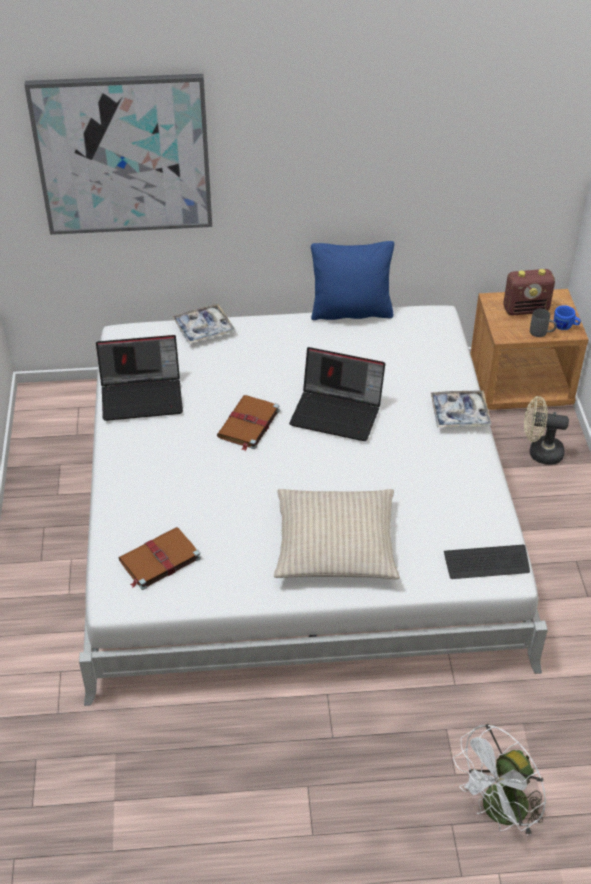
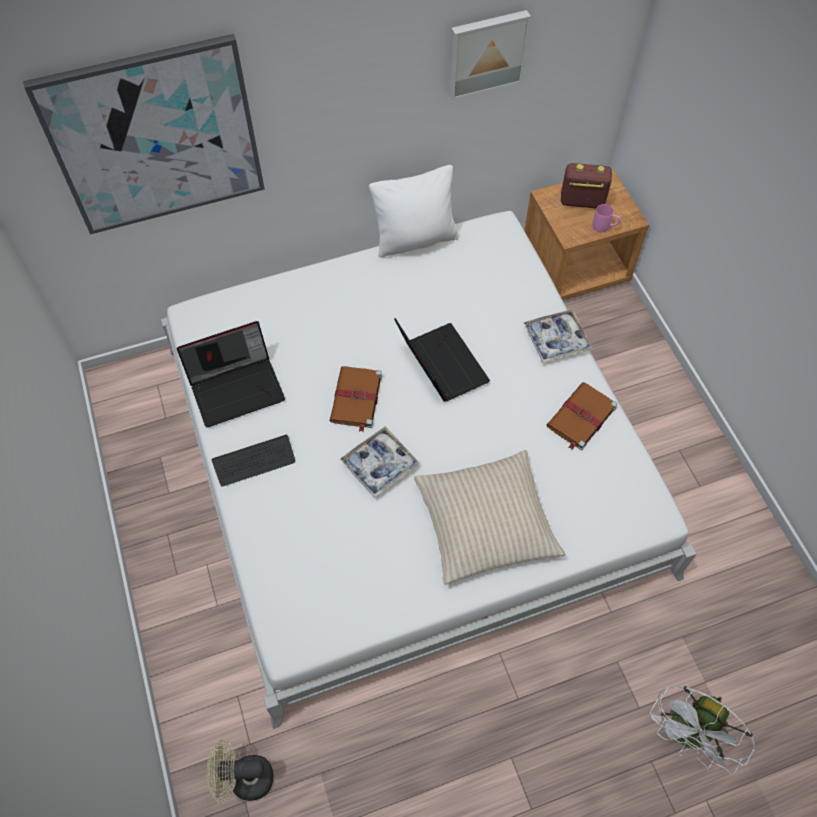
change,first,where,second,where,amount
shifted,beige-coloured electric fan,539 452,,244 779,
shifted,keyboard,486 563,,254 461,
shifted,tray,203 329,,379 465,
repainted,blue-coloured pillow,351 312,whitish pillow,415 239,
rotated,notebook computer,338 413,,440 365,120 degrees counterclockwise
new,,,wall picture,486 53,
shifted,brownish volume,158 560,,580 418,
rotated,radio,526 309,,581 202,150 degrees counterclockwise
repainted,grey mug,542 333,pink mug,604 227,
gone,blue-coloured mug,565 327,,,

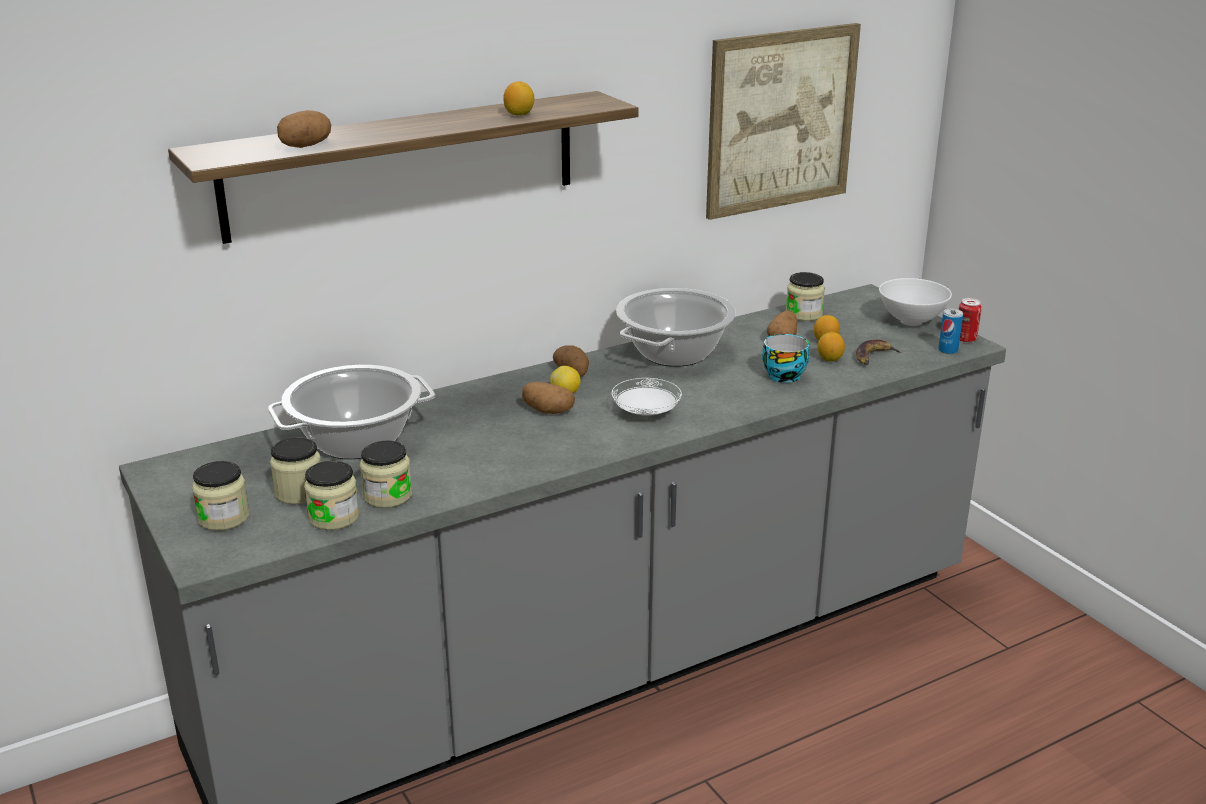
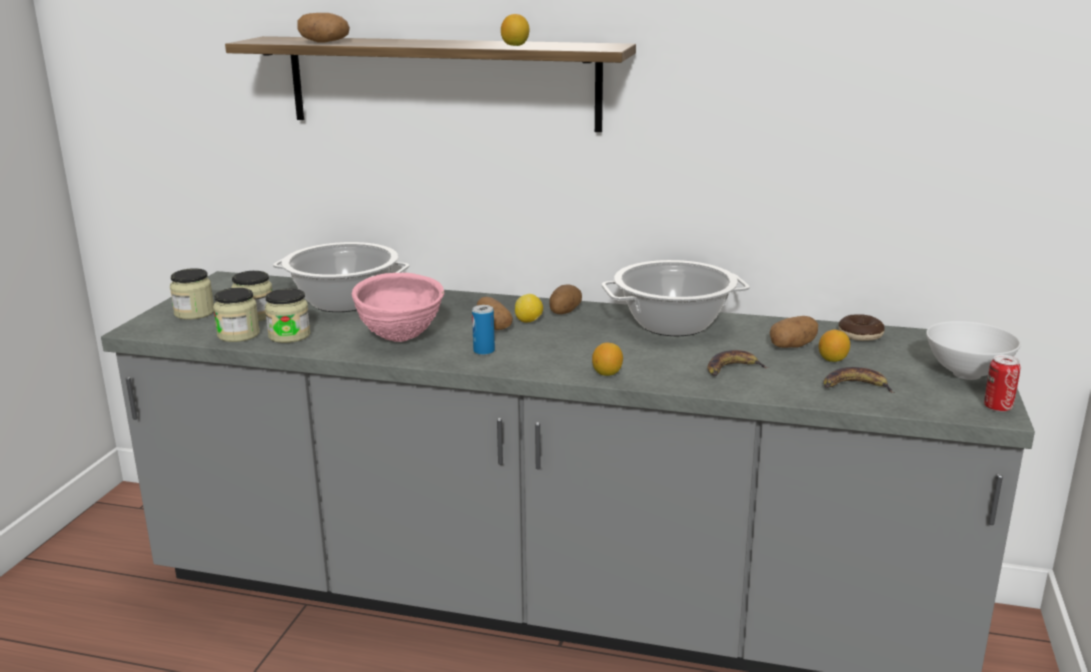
change,first,where,second,where,amount
new,,,pink deep dish,400 339,
shifted,sealed can,948 350,,484 351,
shifted,citrus fruit,829 359,,607 373,
swapped,drinking cup,784 375,banana,732 369,
swapped,preserve jar,803 314,doughnut,860 335,
gone,whitish flat dish,646 414,,,
gone,wall picture,781 120,,,

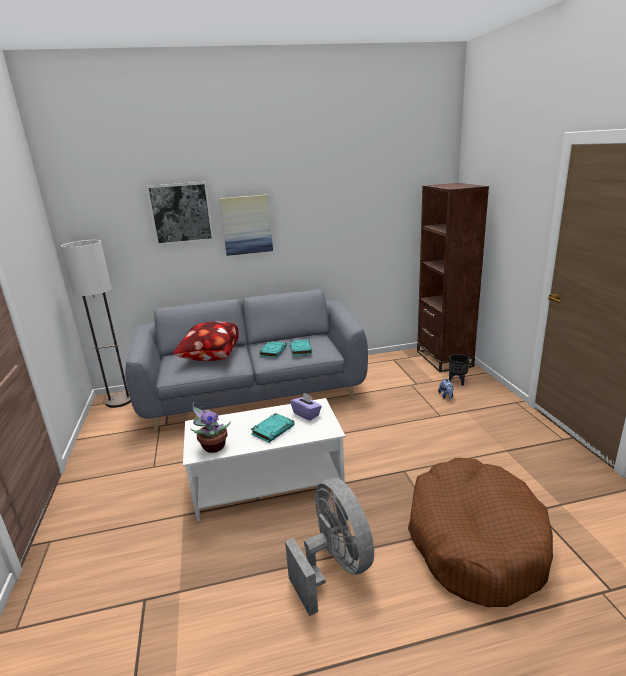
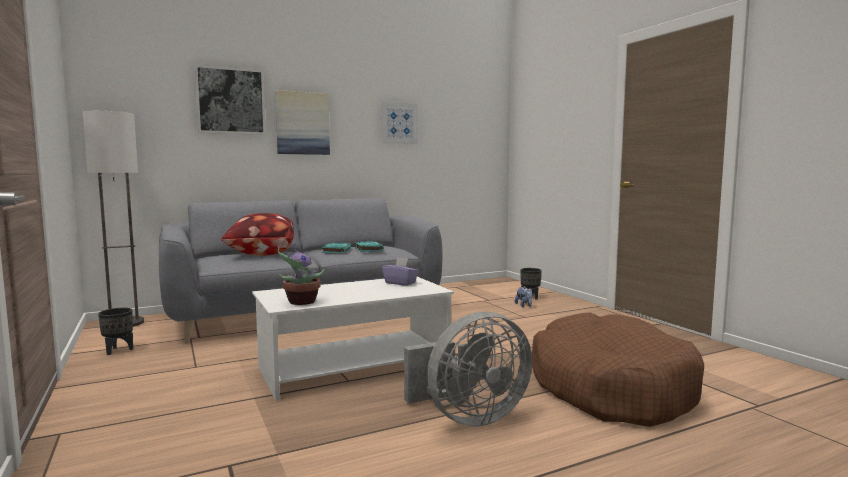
change,first,where,second,where,amount
new,,,blackish planter,118 350,
new,,,wall picture,399 123,
rotated,grey electric fan,335 566,,468 417,105 degrees clockwise
gone,blue-green volume,273 430,,,
gone,brownish bookcase,444 359,,,

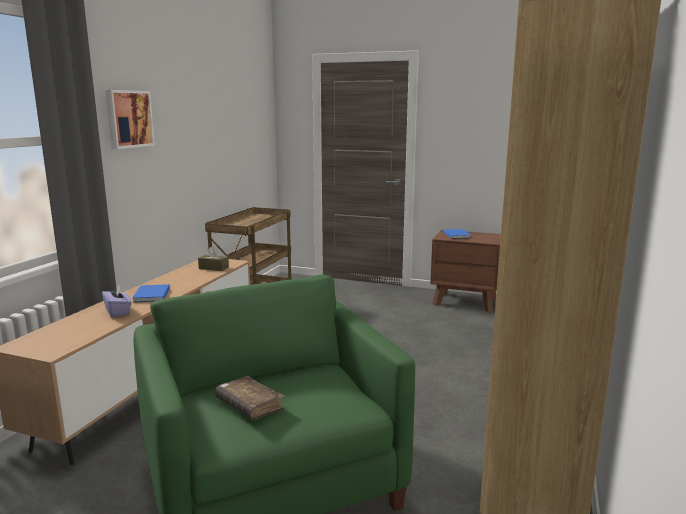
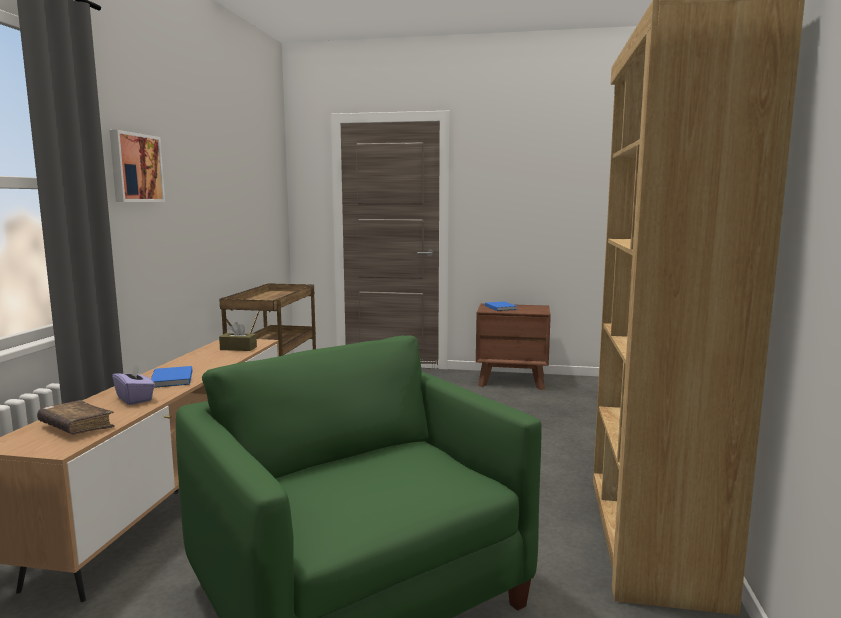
change,first,where,second,where,amount
shifted,brownish volume,249 406,,76 427,

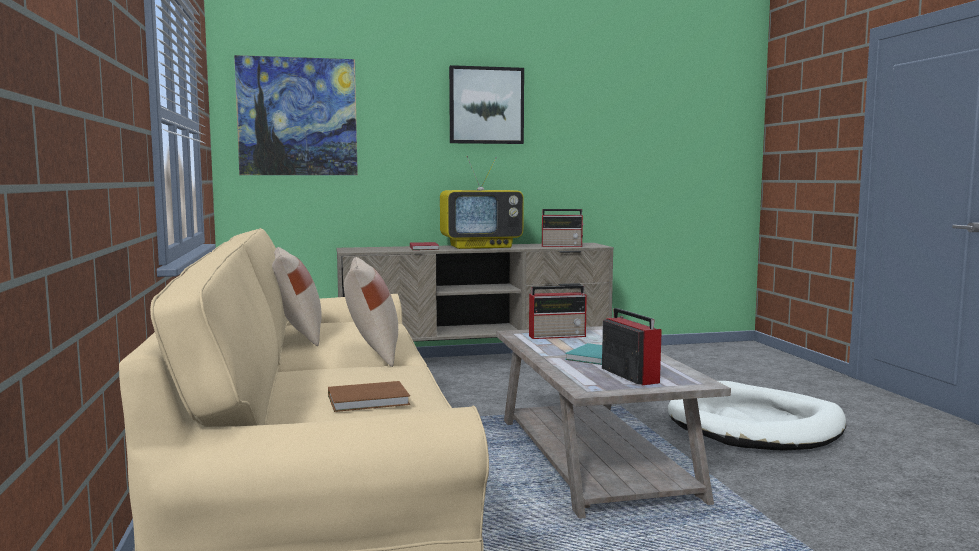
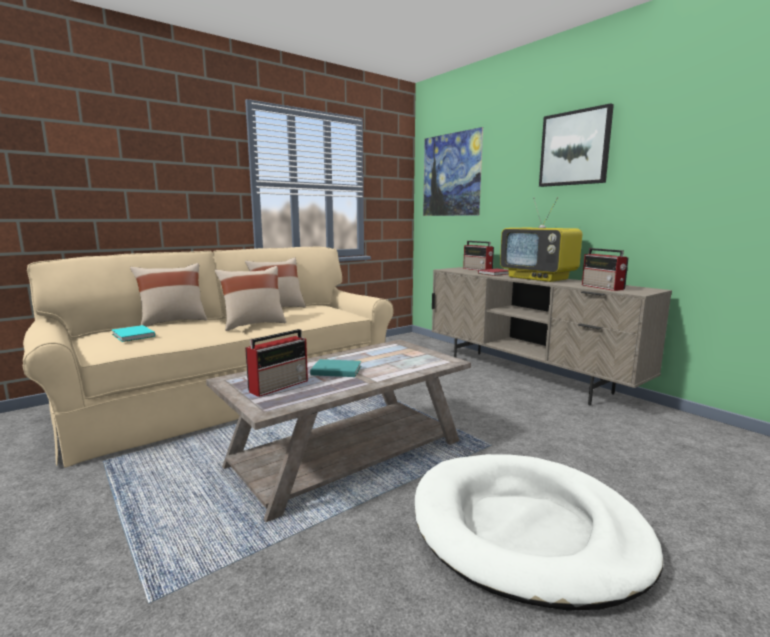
change,first,where,second,where,amount
repainted,brownish volume,370 400,blue-green volume,133 336,
new,,,beige-coloured pillow,173 322,
shifted,radio,558 336,,478 269,

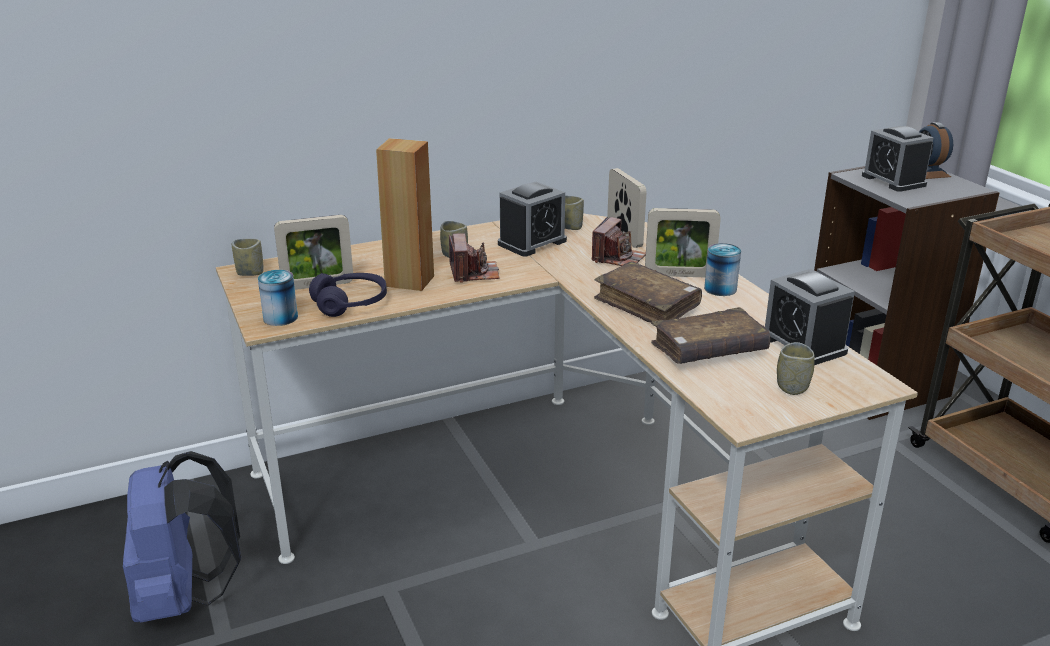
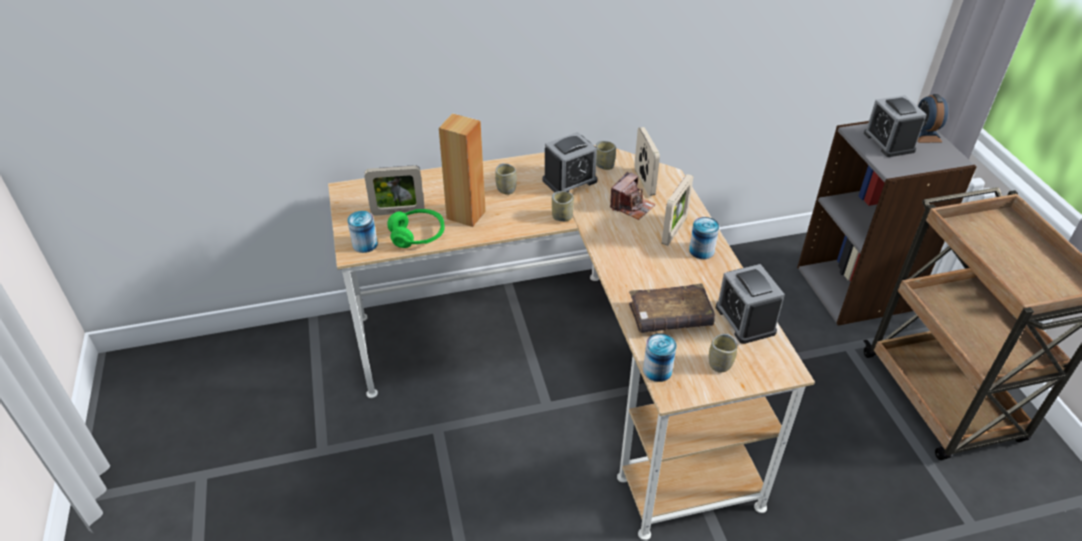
change,first,where,second,where,amount
repainted,purplish pair of headphones,350 304,green-coloured pair of headphones,417 235,
shifted,drinking cup,250 273,,562 217,
new,,,sealed can,657 370,
rotated,standing frame,679 275,,674 231,75 degrees counterclockwise
gone,blue-coloured knapsack,184 597,,,
gone,photo camera,474 273,,,
gone,brownish volume,647 305,,,

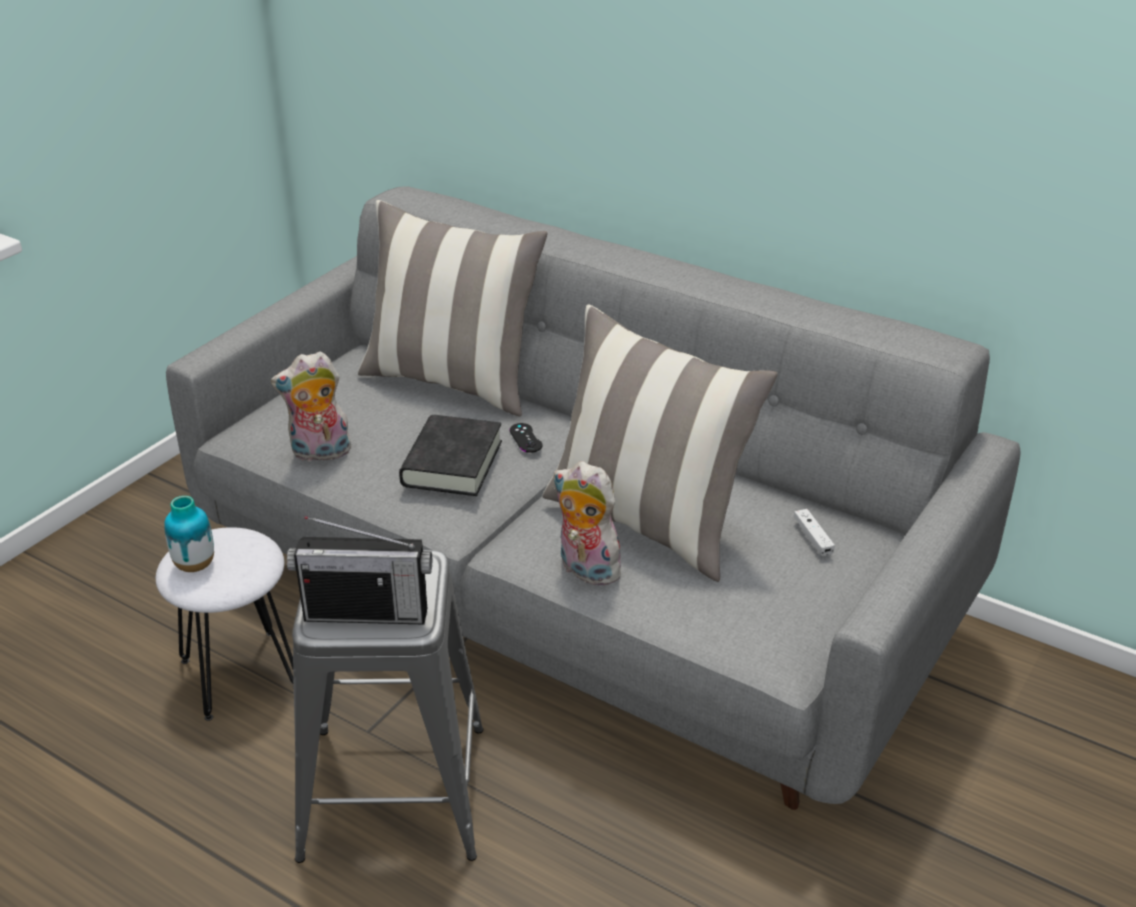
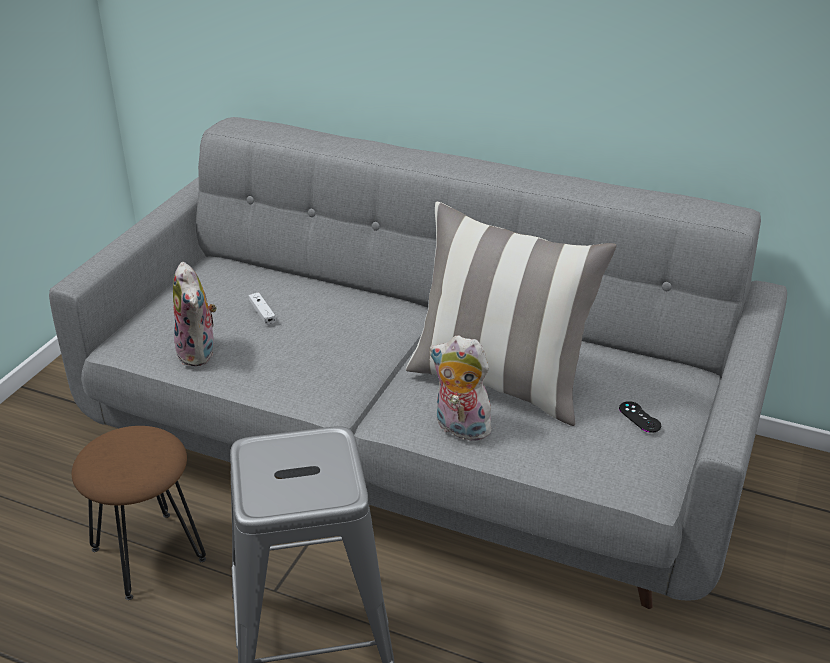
change,first,where,second,where,amount
repainted,whitish stool,242 673,brownish stool,149 553,
rotated,soft toy,319 453,,199 353,90 degrees counterclockwise
shifted,whitish gamepad,813 538,,262 313,
shifted,blackish gamepad,525 438,,639 417,
gone,flower vase,195 565,,,
gone,radio,366 613,,,
gone,pillow,452 382,,,
gone,blackish volume,452 463,,,

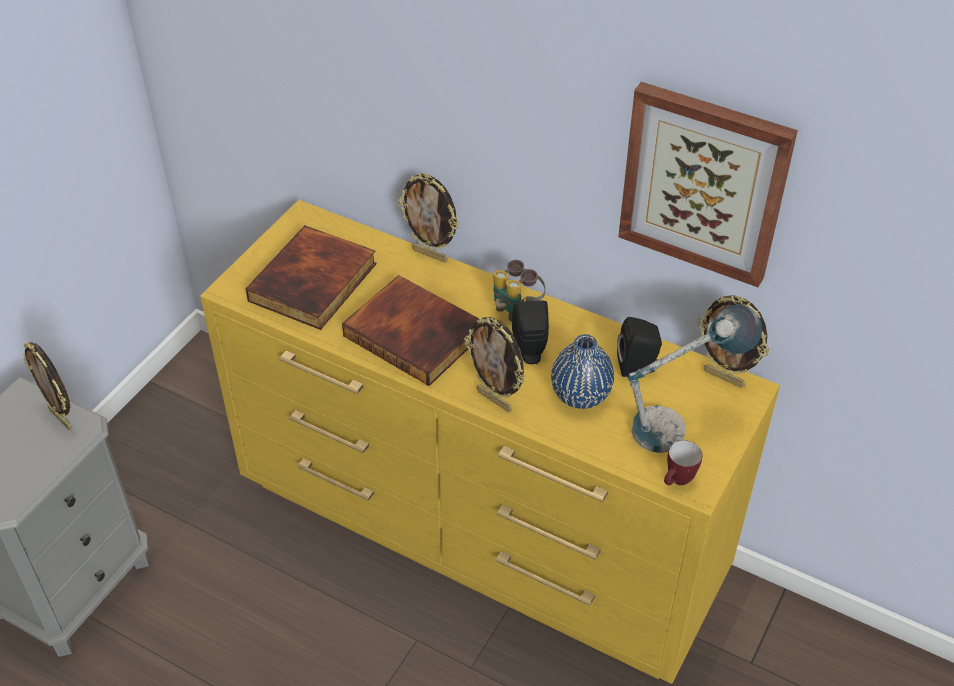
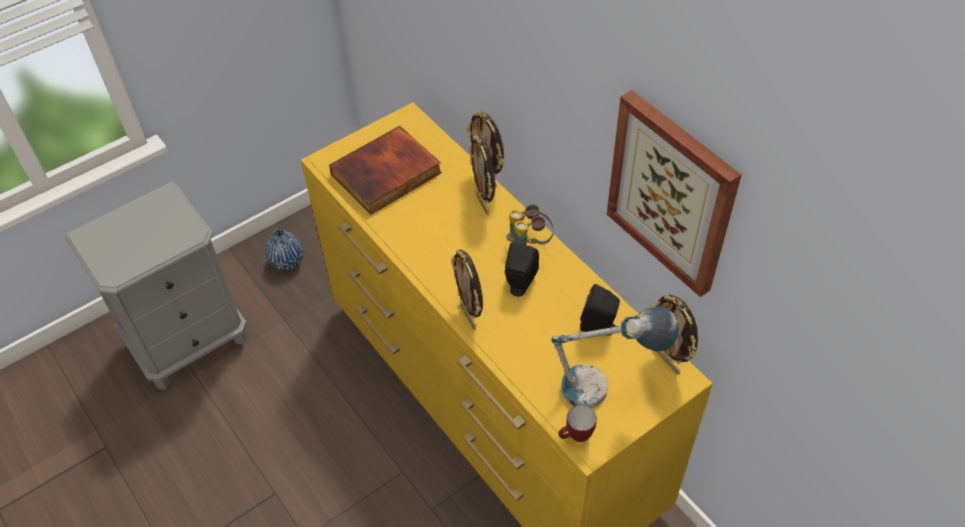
change,first,where,second,where,amount
shifted,blue-coloured flower vase,580 395,,287 261,
shifted,standing frame,62 419,,483 203,
gone,volume,416 334,,,

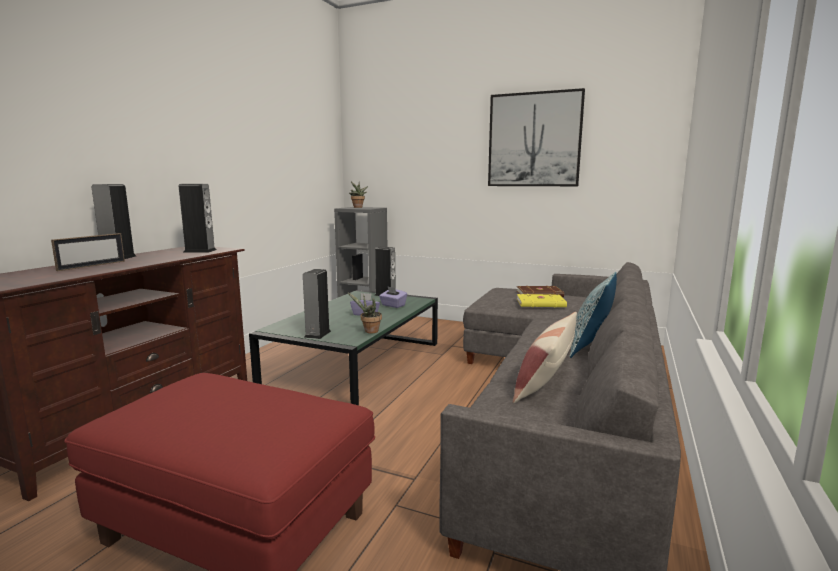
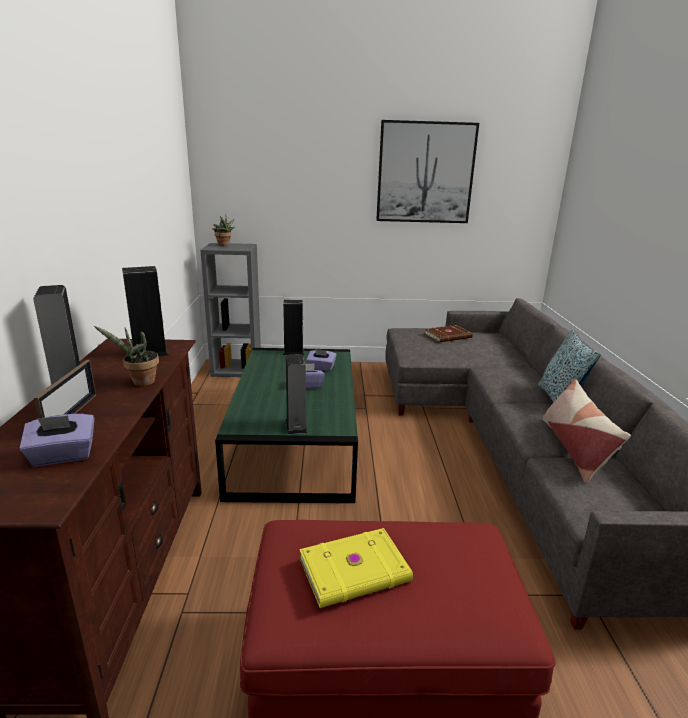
change,first,where,second,where,amount
new,,,purplish box of tissues,63 456,
shifted,potted plant,369 331,,140 382,
shifted,yellow volume,541 303,,356 571,

